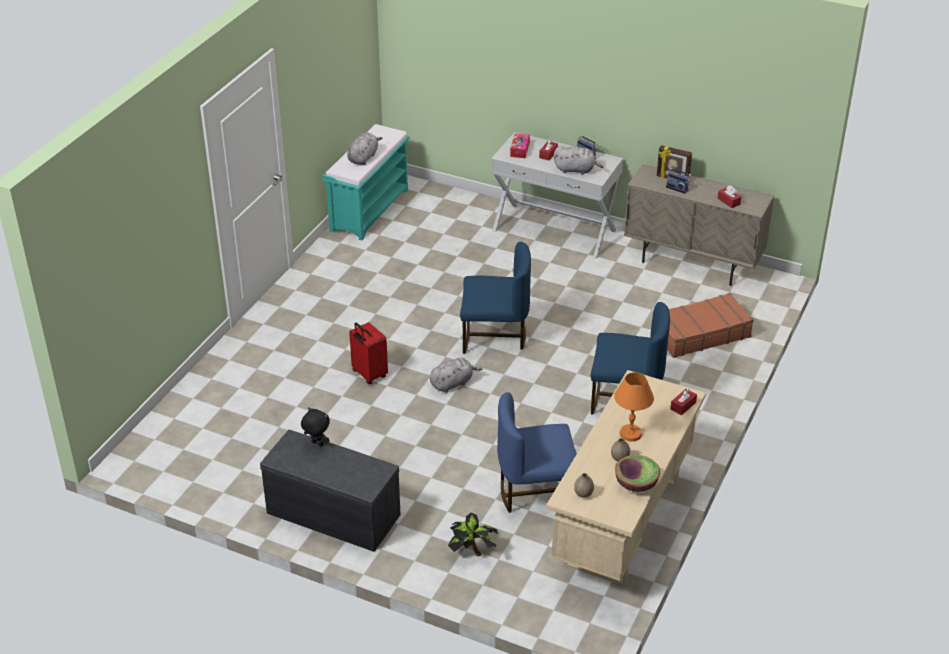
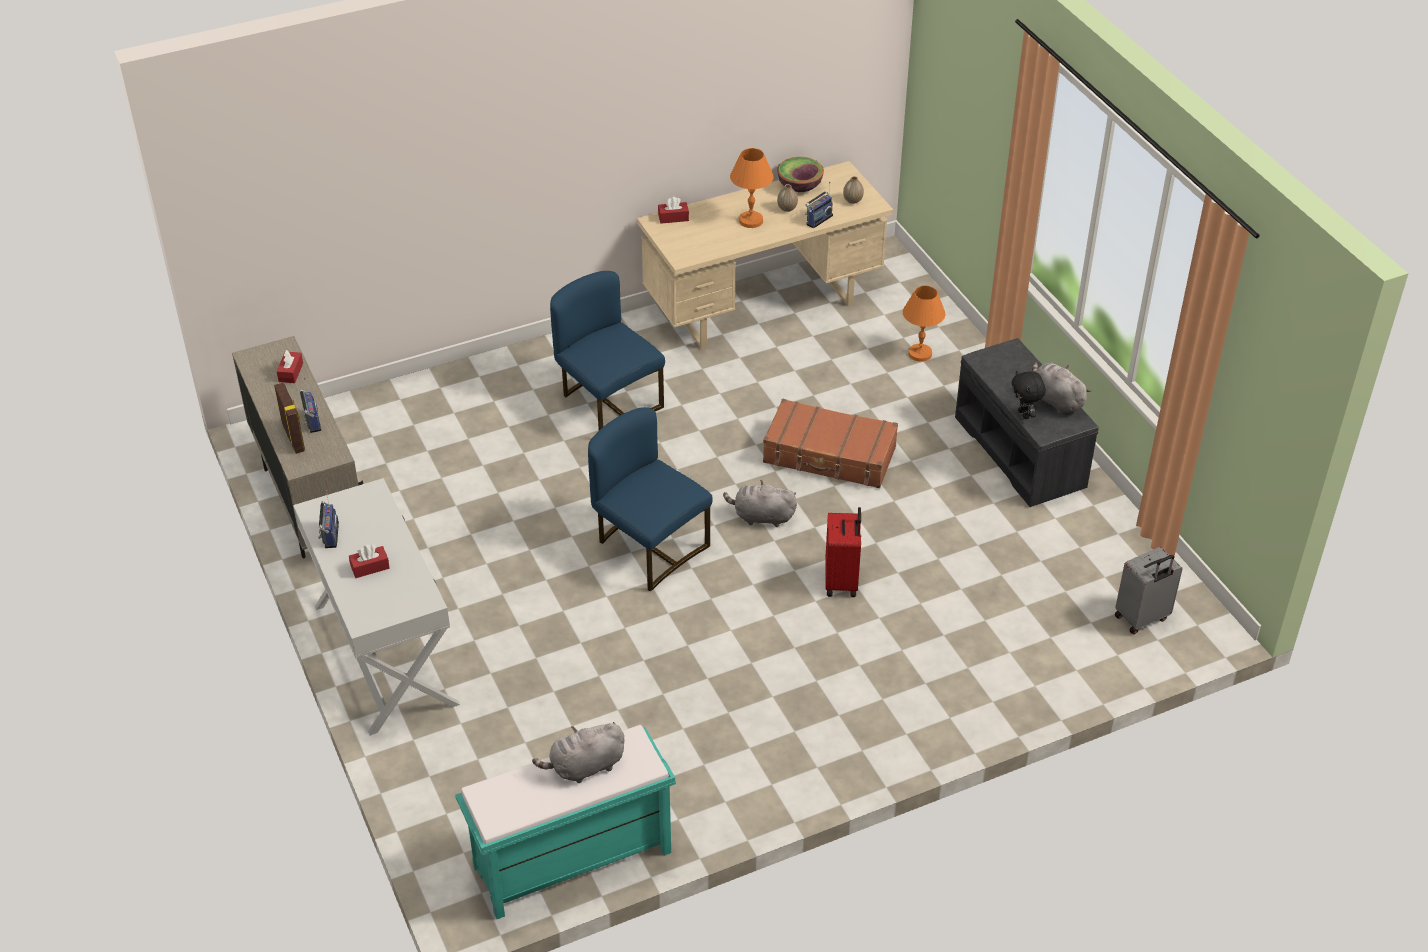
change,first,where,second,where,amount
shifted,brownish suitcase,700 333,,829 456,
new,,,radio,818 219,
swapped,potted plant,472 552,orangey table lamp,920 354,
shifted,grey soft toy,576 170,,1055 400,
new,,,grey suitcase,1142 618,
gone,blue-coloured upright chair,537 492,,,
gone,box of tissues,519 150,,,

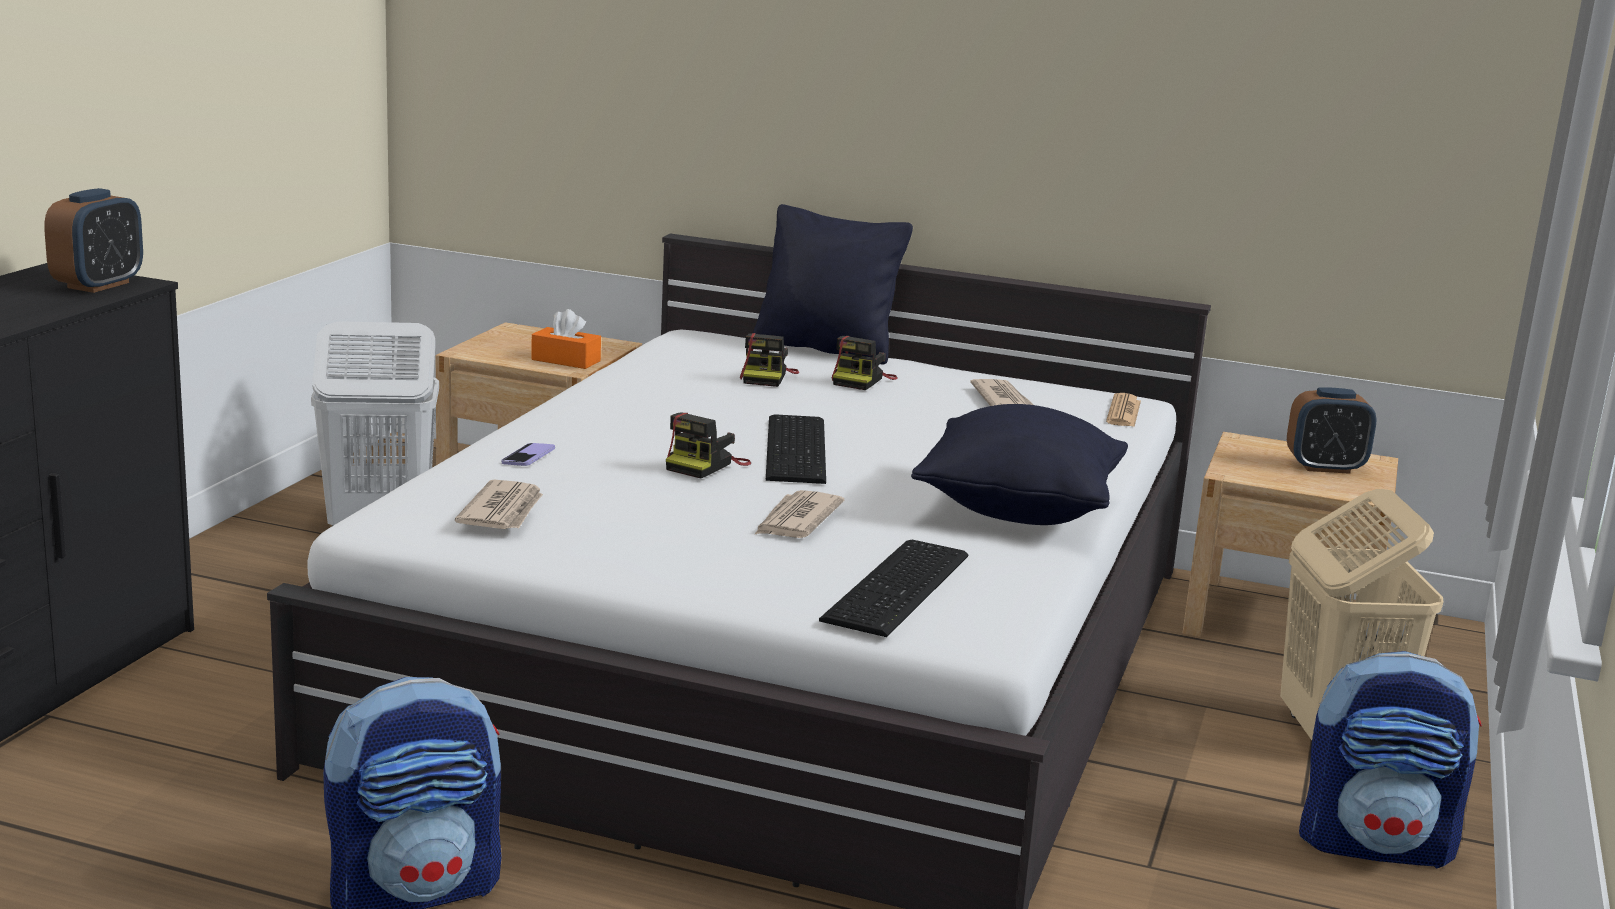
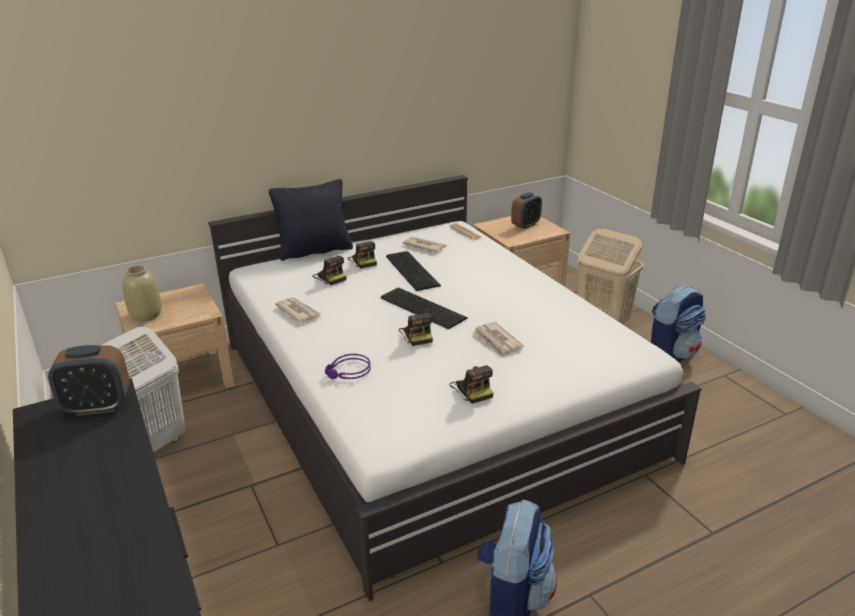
change,first,where,second,where,amount
rotated,alarm clock,98 285,,97 407,105 degrees clockwise
new,,,beige-coloured flower vase,146 315,
shifted,newspaper,503 511,,298 312,
swapped,telephone,528 457,purplish pair of headphones,348 372,
shifted,keyboard,902 587,,413 270,
new,,,photo camera,472 389,
gone,orangey box of tissues,566 360,,,
gone,blackish pillow,1018 511,,,

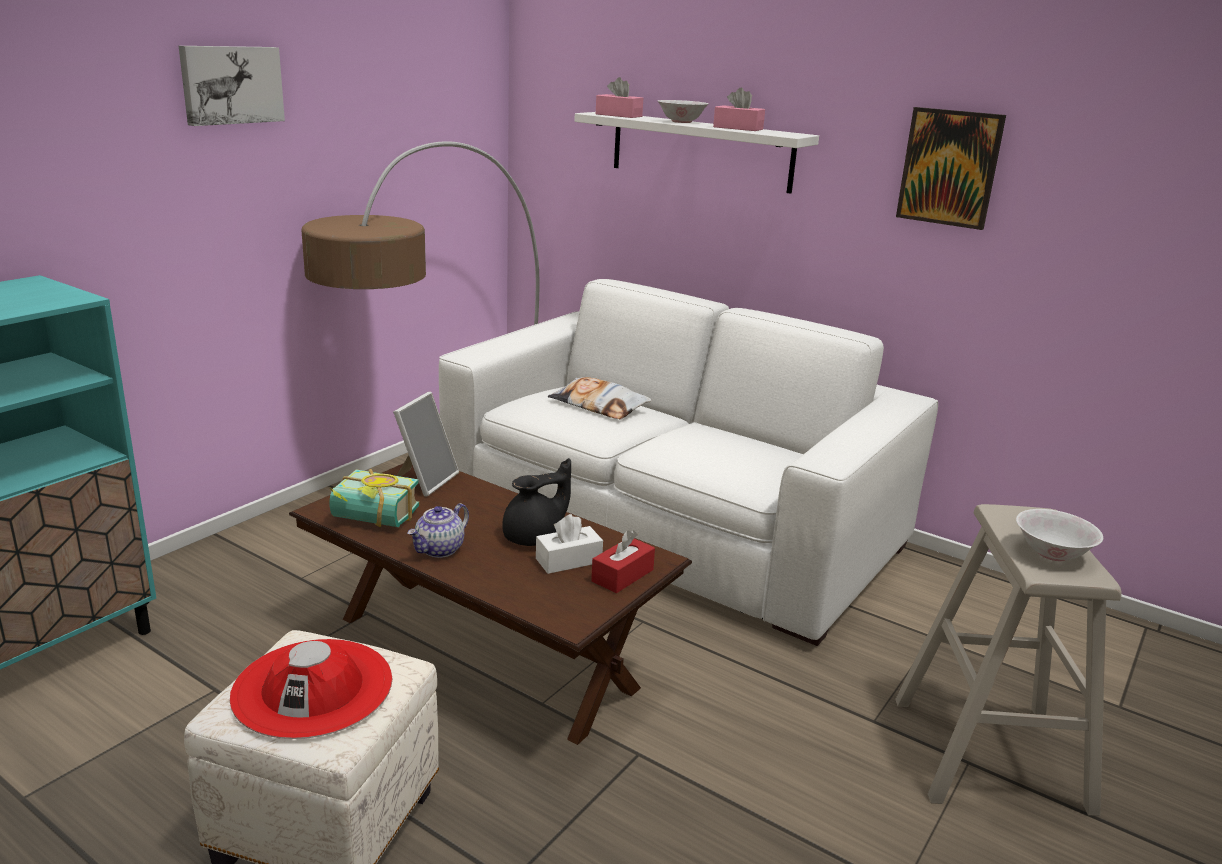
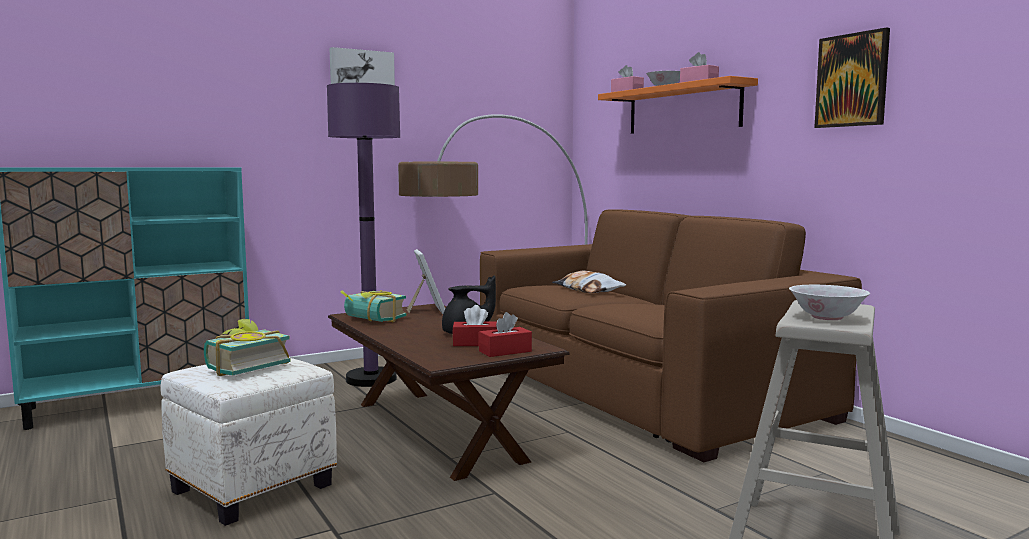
change,first,where,second,where,amount
swapped,red hat,313 687,volume,244 367,
new,,,purplish standard lamp,371 379,
rotated,standing frame,425 480,,427 310,60 degrees counterclockwise
repainted,whitish box of tissues,568 560,red box of tissues,476 343,
repainted,whitish sofa,670 524,brownish sofa,641 389,
repainted,whitish bracket shelf,700 151,orangey bracket shelf,682 109,
gone,tea pot,440 550,,,

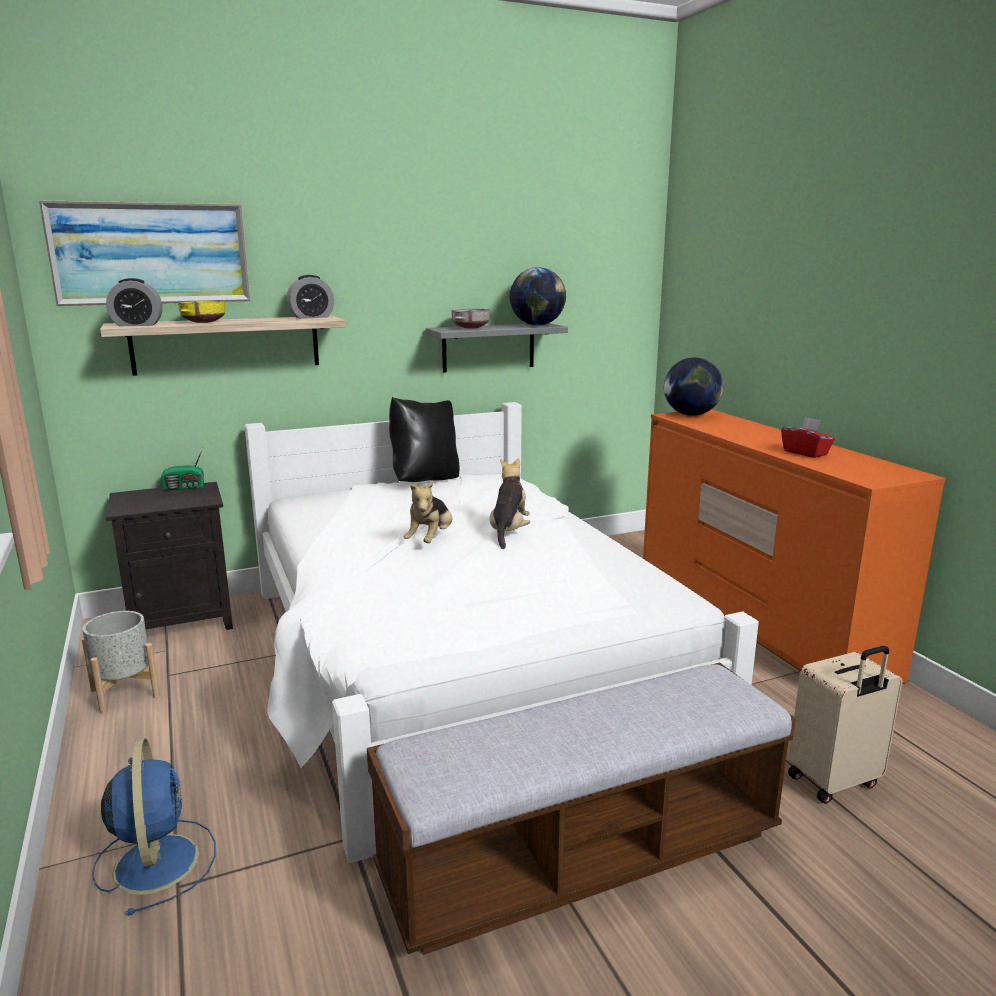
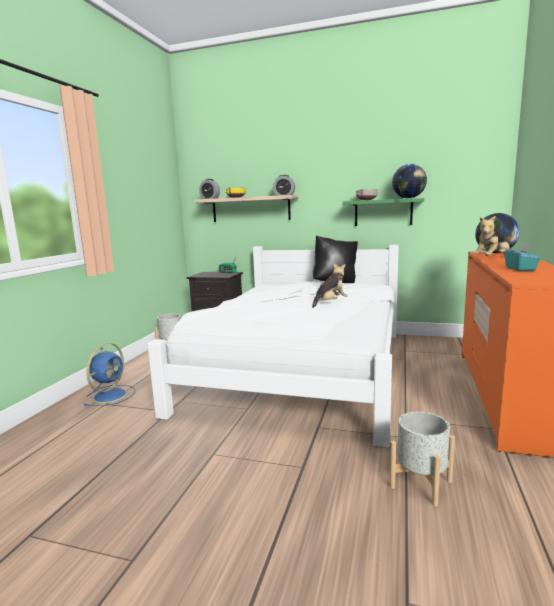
change,first,where,second,where,amount
repainted,grey bracket shelf,488 347,green-coloured bracket shelf,383 212,
swapped,beige-coloured suitcase,835 782,grey planter,421 484,
shifted,soft toy,430 540,,491 259,
repainted,red box of tissues,805 453,blue-green box of tissues,520 269,
gone,wall picture,151 253,,,
gone,bench,583 855,,,

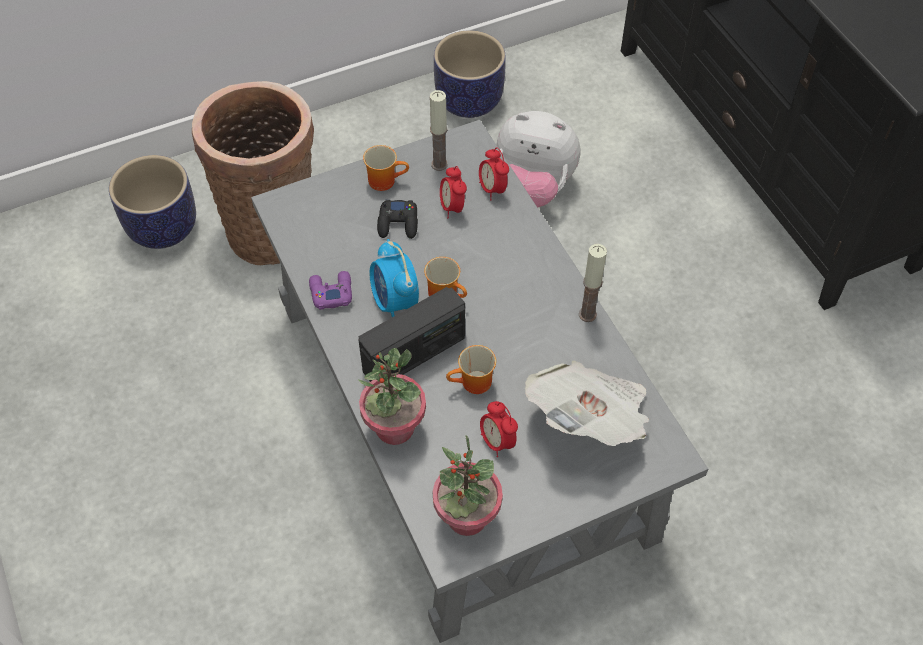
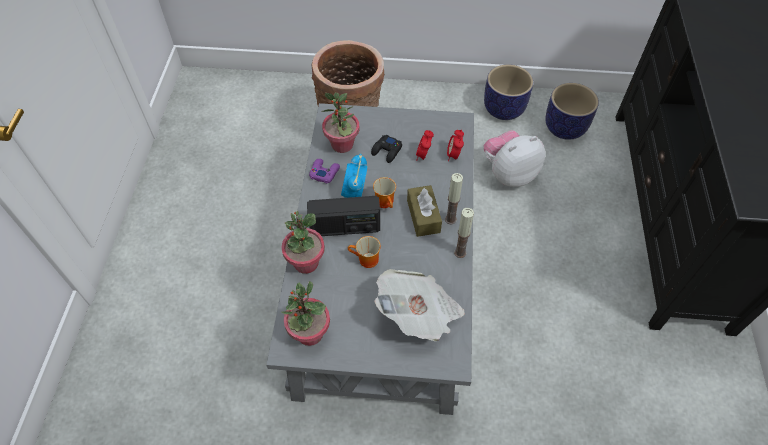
change,first,where,second,where,amount
new,,,potted plant,342 145,
new,,,brownish box of tissues,423 216,
shifted,candle,439 164,,450 219,
rotated,soft toy,532 189,,509 173,105 degrees clockwise
shifted,planter,164 228,,565 128,
gone,mug,385 179,,,
gone,alarm clock,497 441,,,

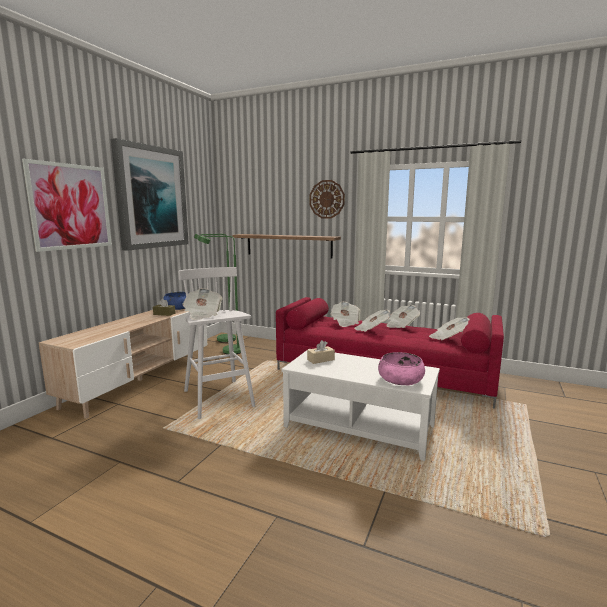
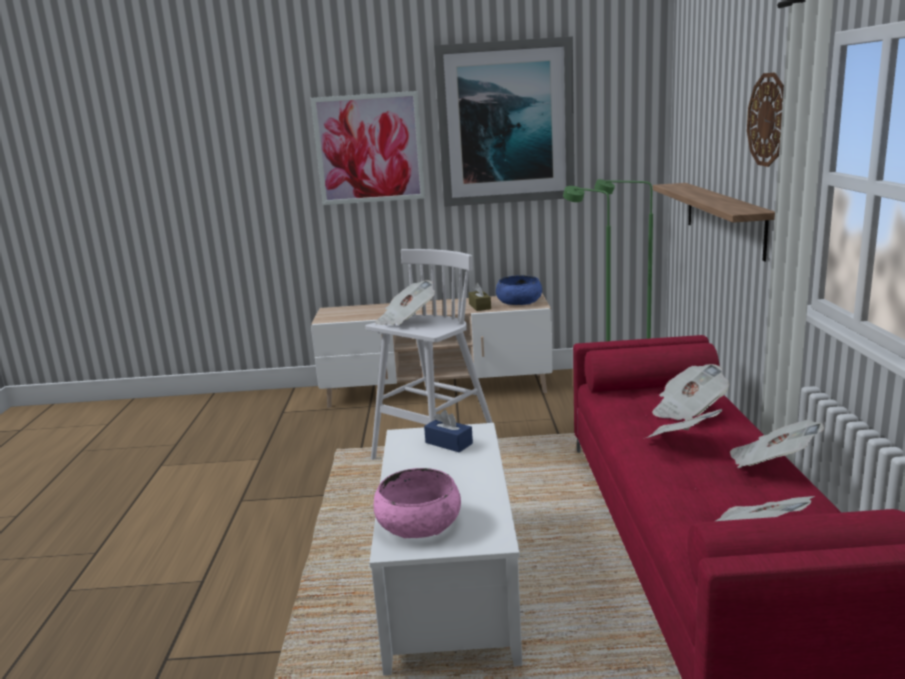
change,first,where,second,where,amount
repainted,beige-coloured box of tissues,320 360,blue-coloured box of tissues,449 443,

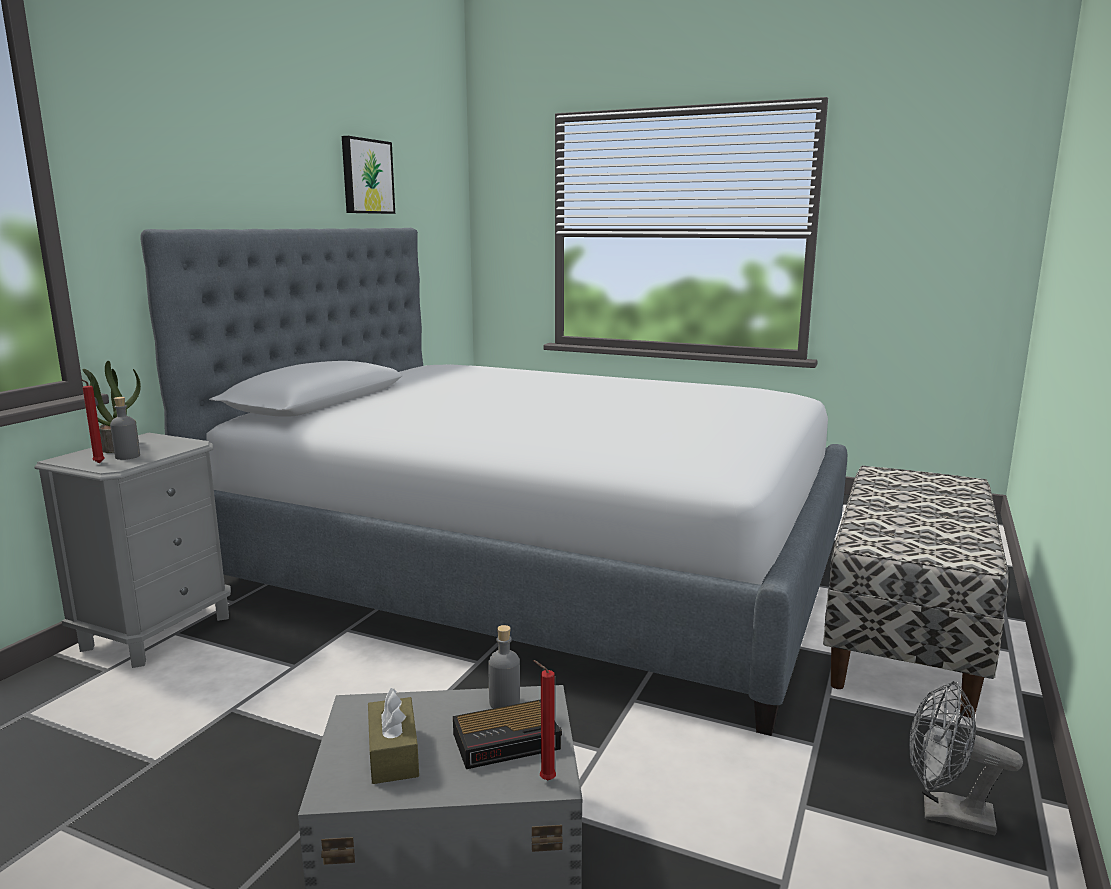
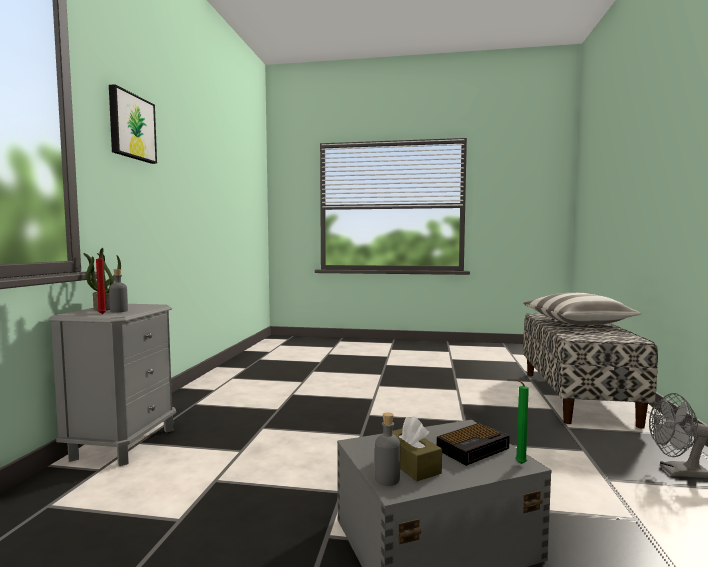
change,first,where,second,where,amount
shifted,wall picture,366 176,,131 127,
shifted,grey bottle,504 702,,387 479,
repainted,red candle,545 780,green-coloured candle,519 464,
new,,,pillow,577 322,
gone,bed,535 566,,,

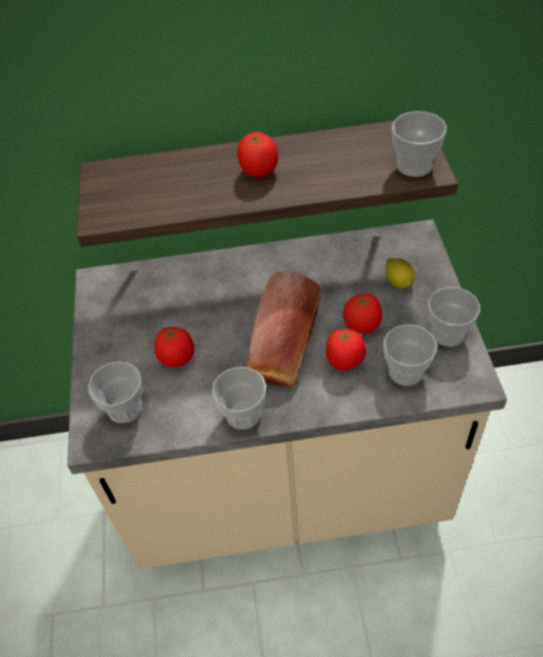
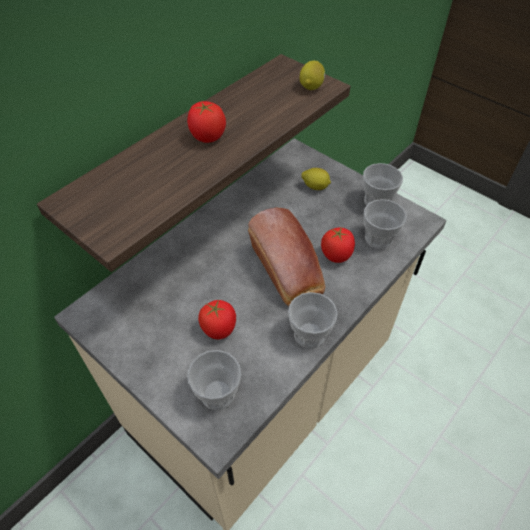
change,first,where,second,where,amount
swapped,drinking cup,414 165,citrus fruit,311 86,
gone,fresh tomato,362 325,,,

